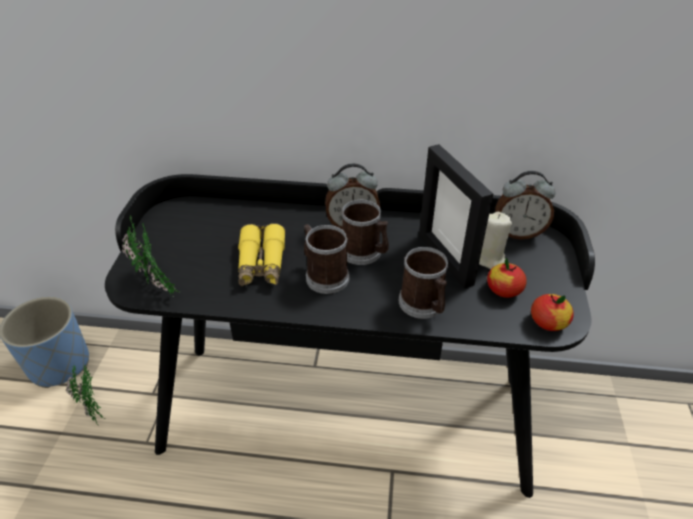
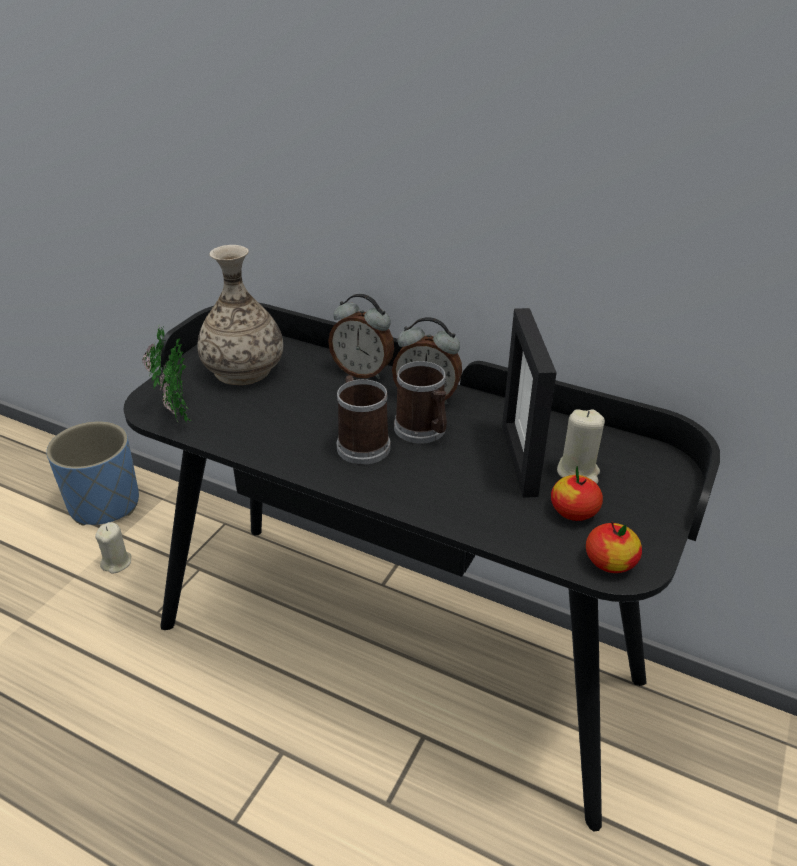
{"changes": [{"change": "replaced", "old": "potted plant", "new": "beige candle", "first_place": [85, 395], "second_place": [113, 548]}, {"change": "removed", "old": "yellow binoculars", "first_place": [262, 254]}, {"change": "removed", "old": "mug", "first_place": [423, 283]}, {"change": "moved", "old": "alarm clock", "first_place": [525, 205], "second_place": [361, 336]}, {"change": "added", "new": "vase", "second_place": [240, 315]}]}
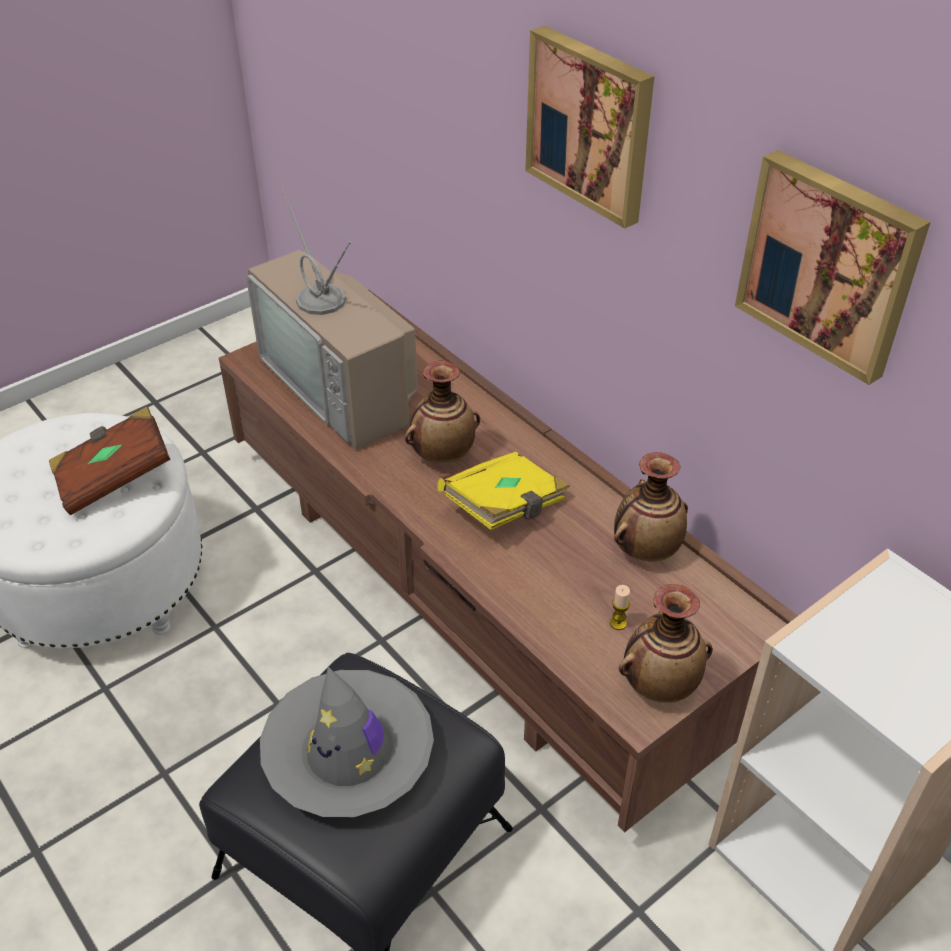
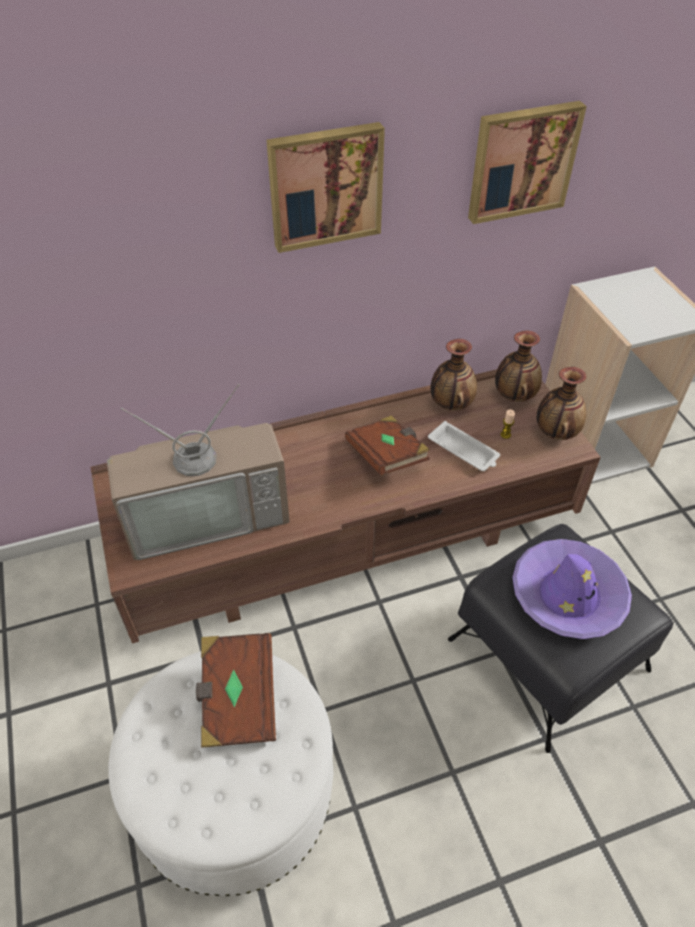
{"changes": [{"change": "recoloured", "old": "grey hat", "new": "purple hat", "first_place": [347, 742], "second_place": [572, 589]}, {"change": "moved", "old": "vase", "first_place": [442, 412], "second_place": [518, 366]}, {"change": "recoloured", "old": "yellow book", "new": "brown book", "first_place": [503, 491], "second_place": [387, 446]}, {"change": "added", "new": "white tray", "second_place": [464, 446]}]}
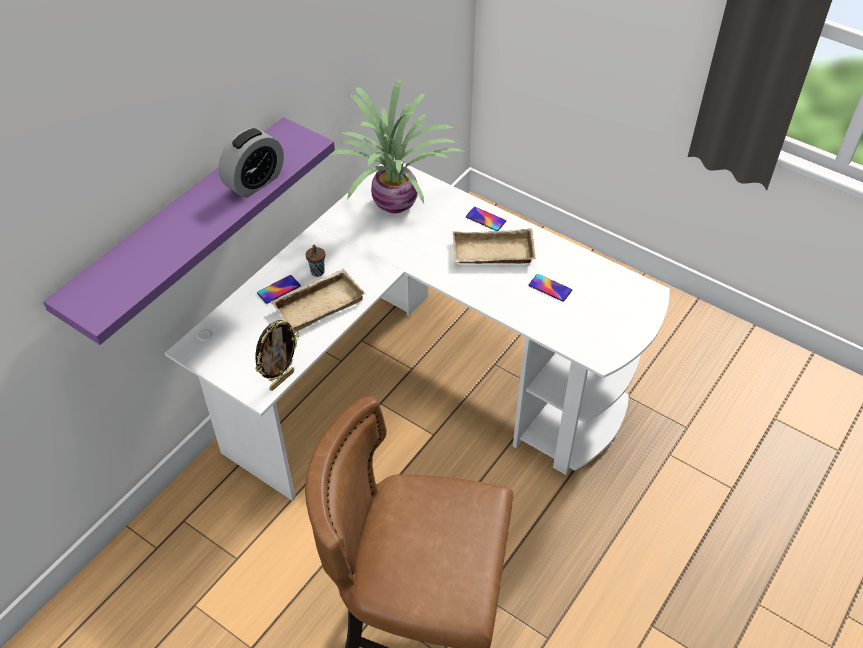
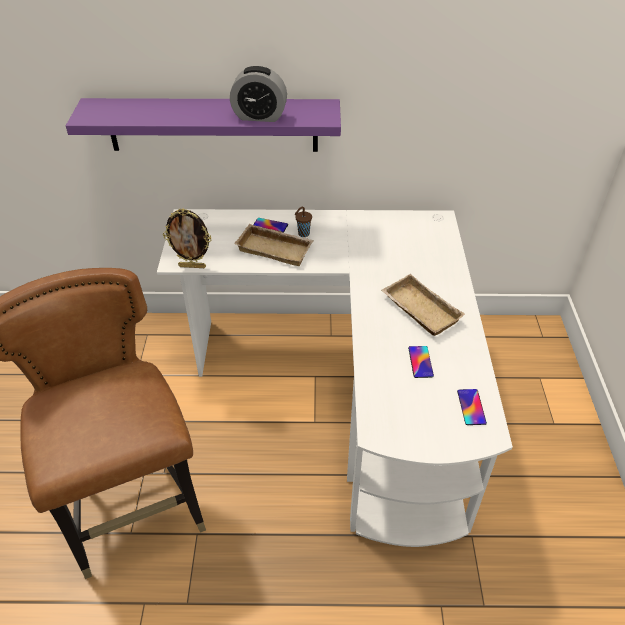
{"changes": [{"change": "removed", "old": "potted plant", "first_place": [397, 146]}, {"change": "moved", "old": "phone", "first_place": [486, 219], "second_place": [472, 407]}]}
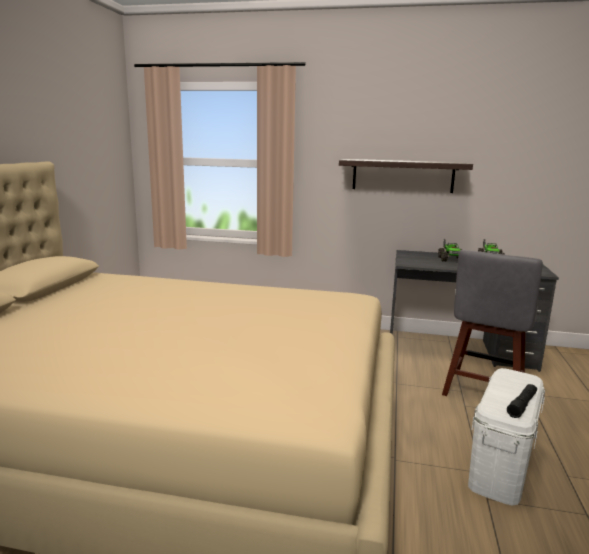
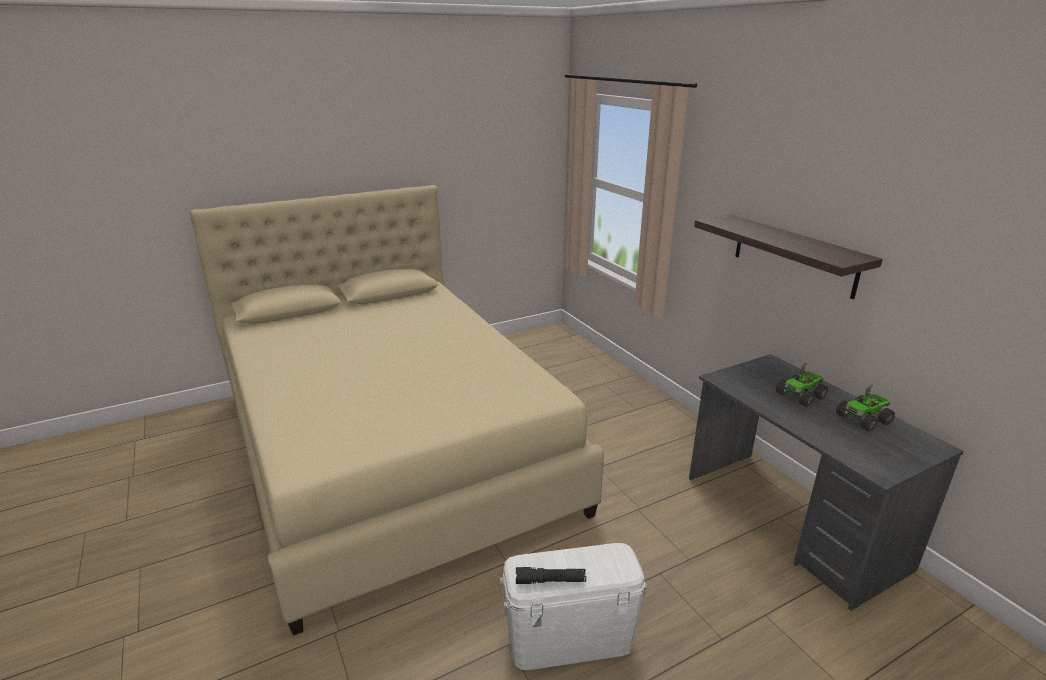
{"changes": [{"change": "removed", "old": "grey chair", "first_place": [492, 323]}]}
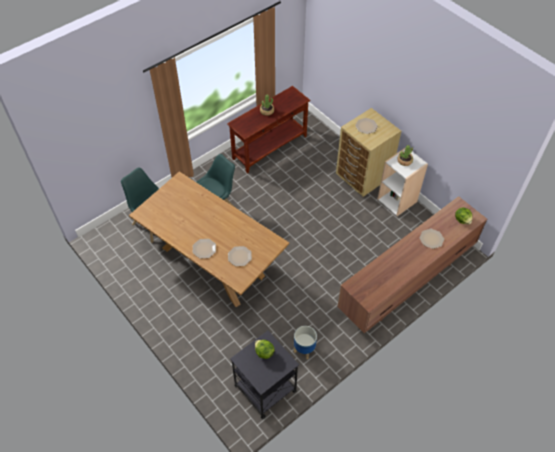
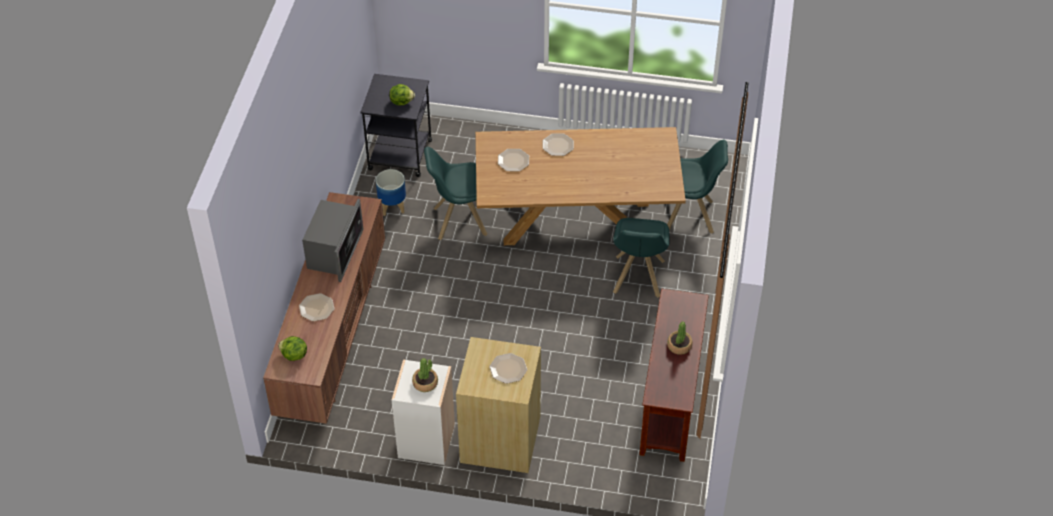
{"changes": [{"change": "added", "new": "microwave", "second_place": [333, 240]}, {"change": "added", "new": "turquoise chair", "second_place": [455, 193]}]}
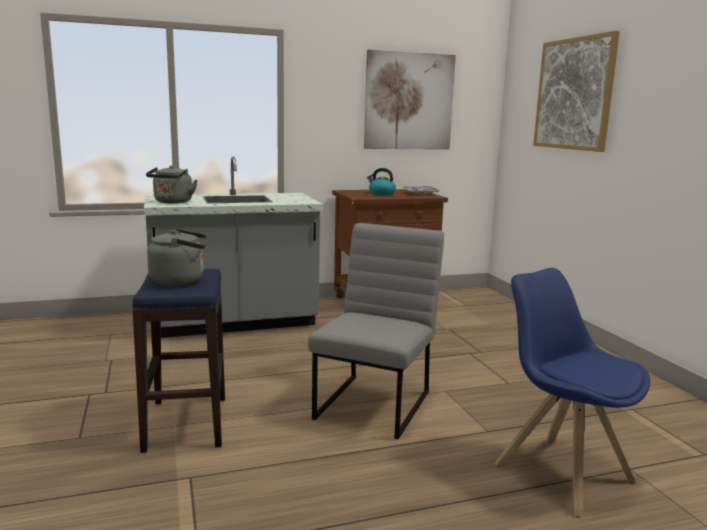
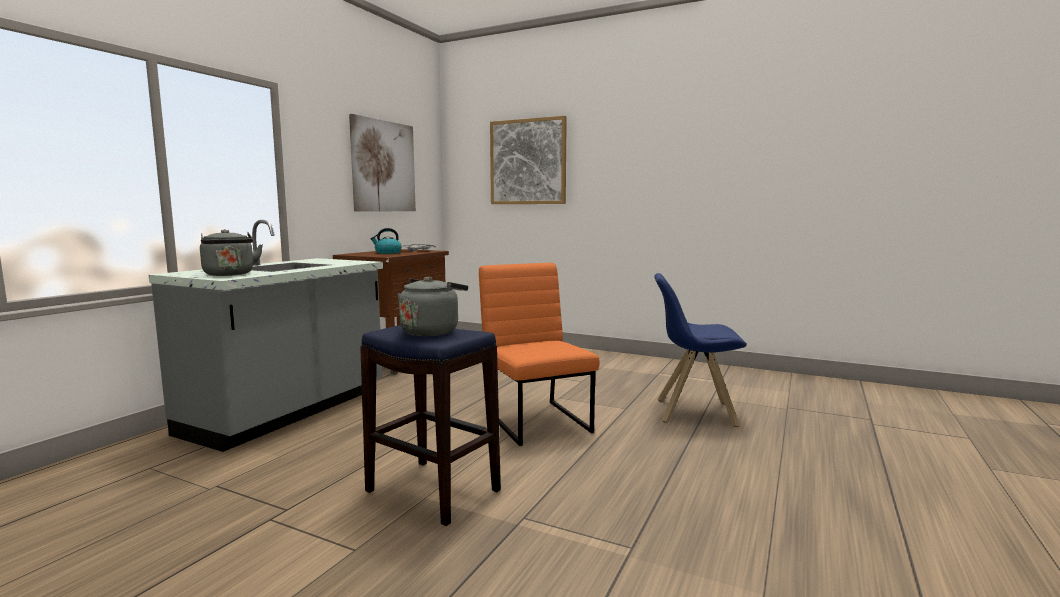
{"changes": [{"change": "recoloured", "old": "grey chair", "new": "orange chair", "first_place": [376, 331], "second_place": [539, 354]}]}
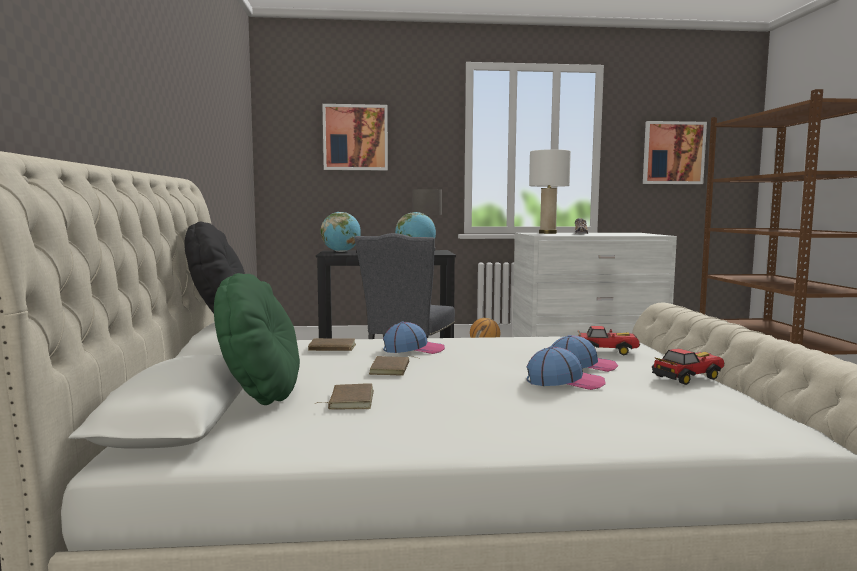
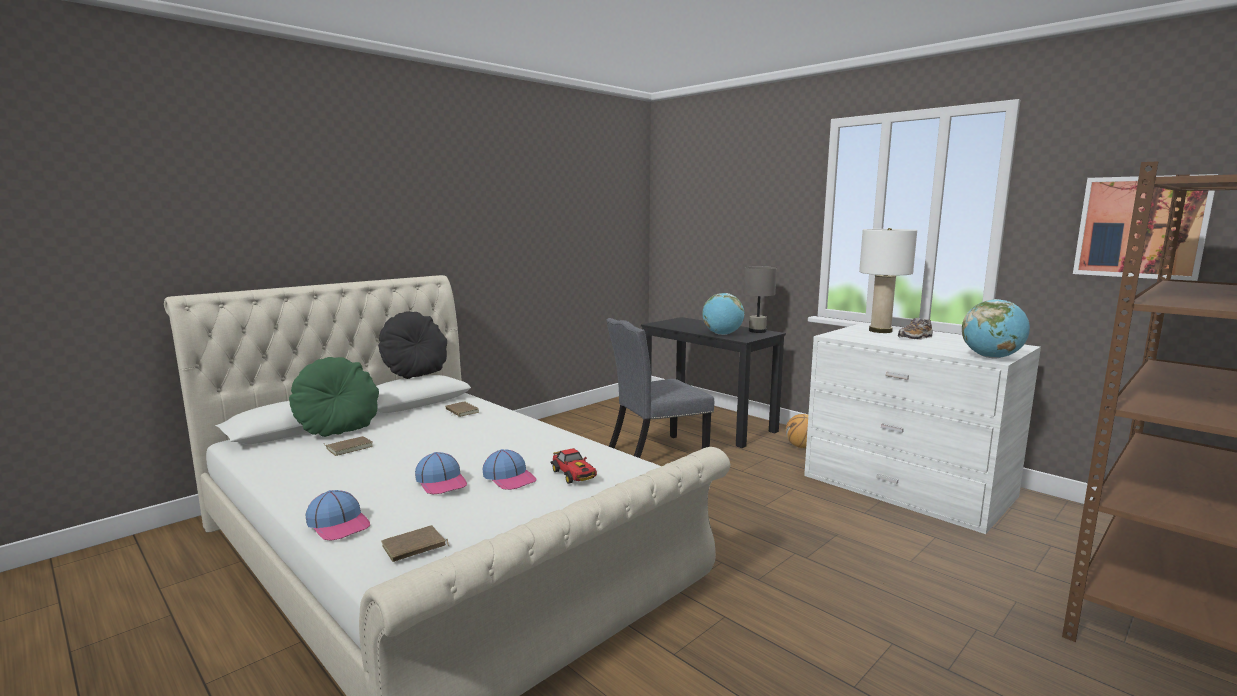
{"changes": [{"change": "moved", "old": "globe", "first_place": [341, 232], "second_place": [996, 329]}, {"change": "removed", "old": "picture", "first_place": [355, 137]}, {"change": "moved", "old": "brown book", "first_place": [394, 366], "second_place": [415, 543]}, {"change": "moved", "old": "cap", "first_place": [414, 338], "second_place": [337, 515]}, {"change": "removed", "old": "toy car", "first_place": [688, 366]}]}
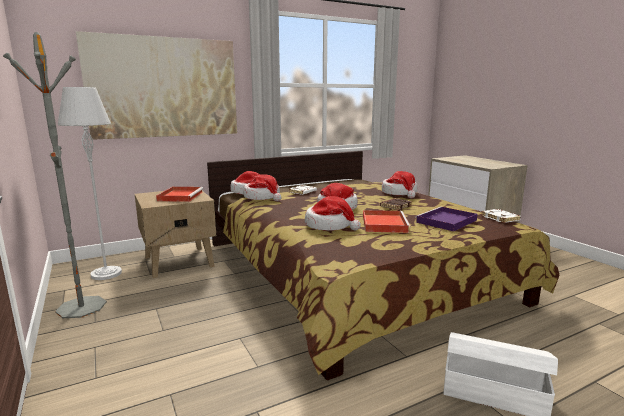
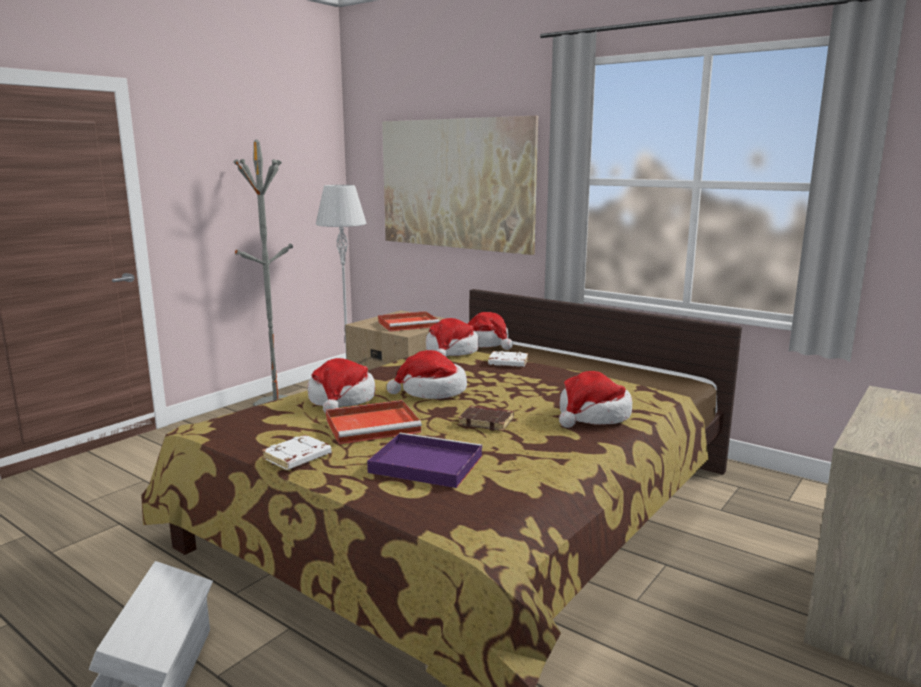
{"changes": [{"change": "moved", "old": "white book", "first_place": [501, 216], "second_place": [297, 452]}]}
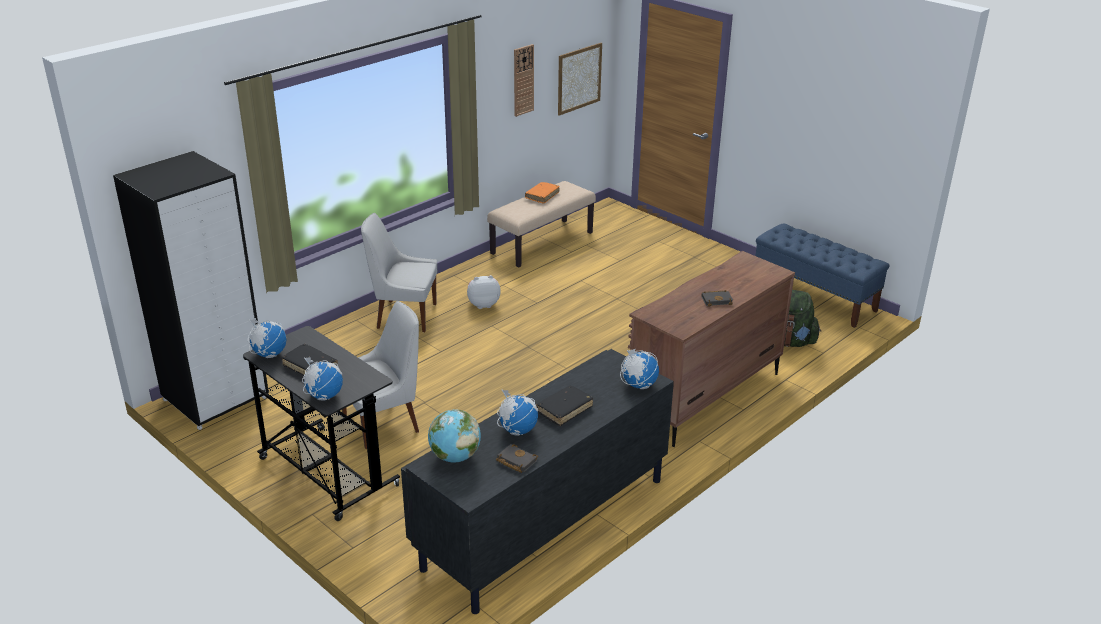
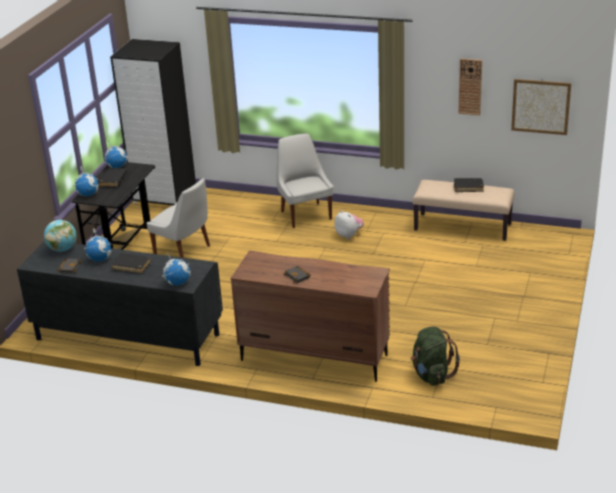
{"changes": [{"change": "recoloured", "old": "orange book", "new": "black book", "first_place": [542, 192], "second_place": [469, 185]}, {"change": "removed", "old": "blue bench", "first_place": [822, 275]}]}
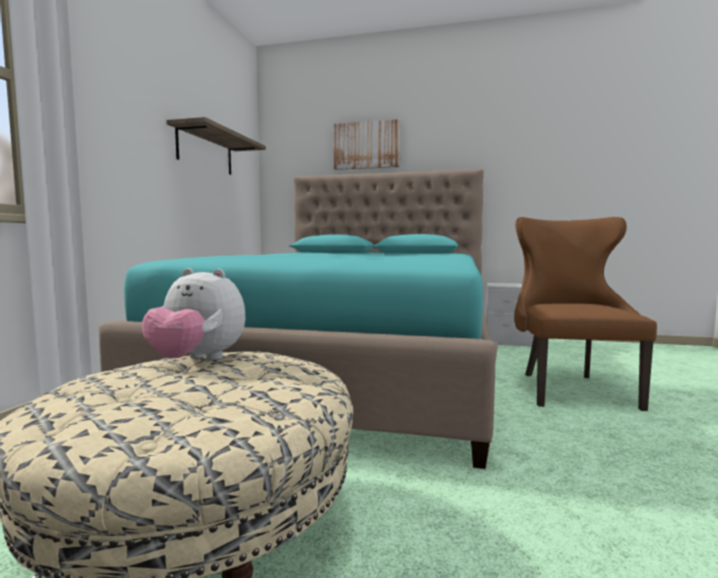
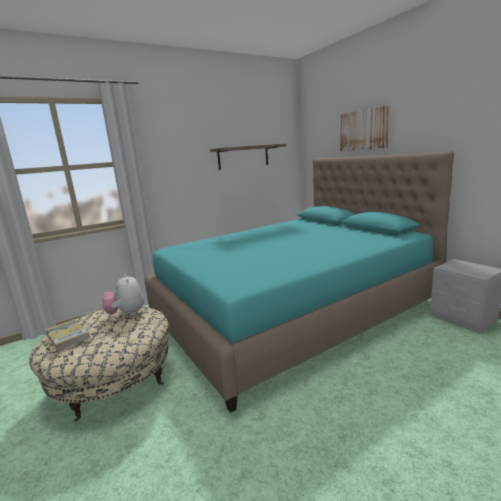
{"changes": [{"change": "removed", "old": "brown chair", "first_place": [585, 314]}, {"change": "added", "new": "book", "second_place": [67, 335]}]}
